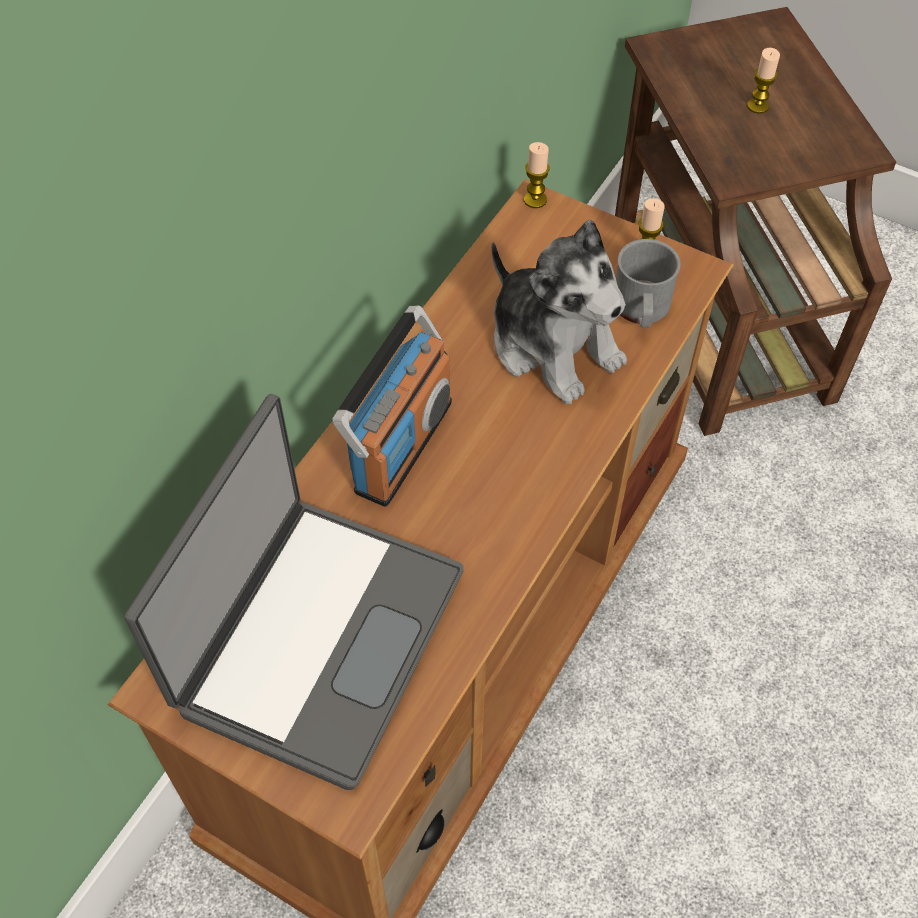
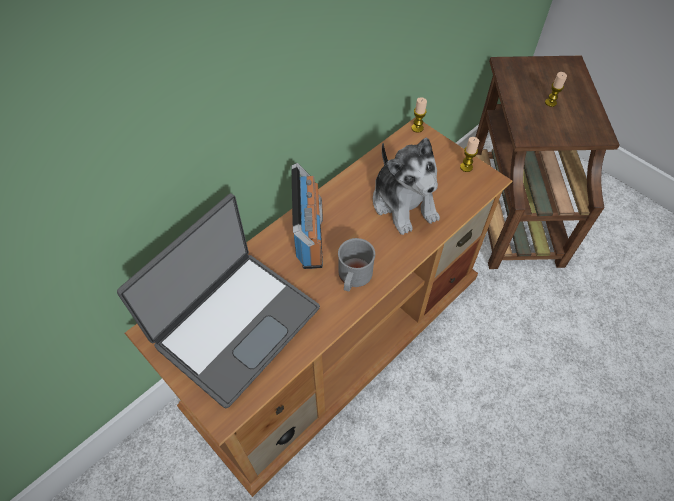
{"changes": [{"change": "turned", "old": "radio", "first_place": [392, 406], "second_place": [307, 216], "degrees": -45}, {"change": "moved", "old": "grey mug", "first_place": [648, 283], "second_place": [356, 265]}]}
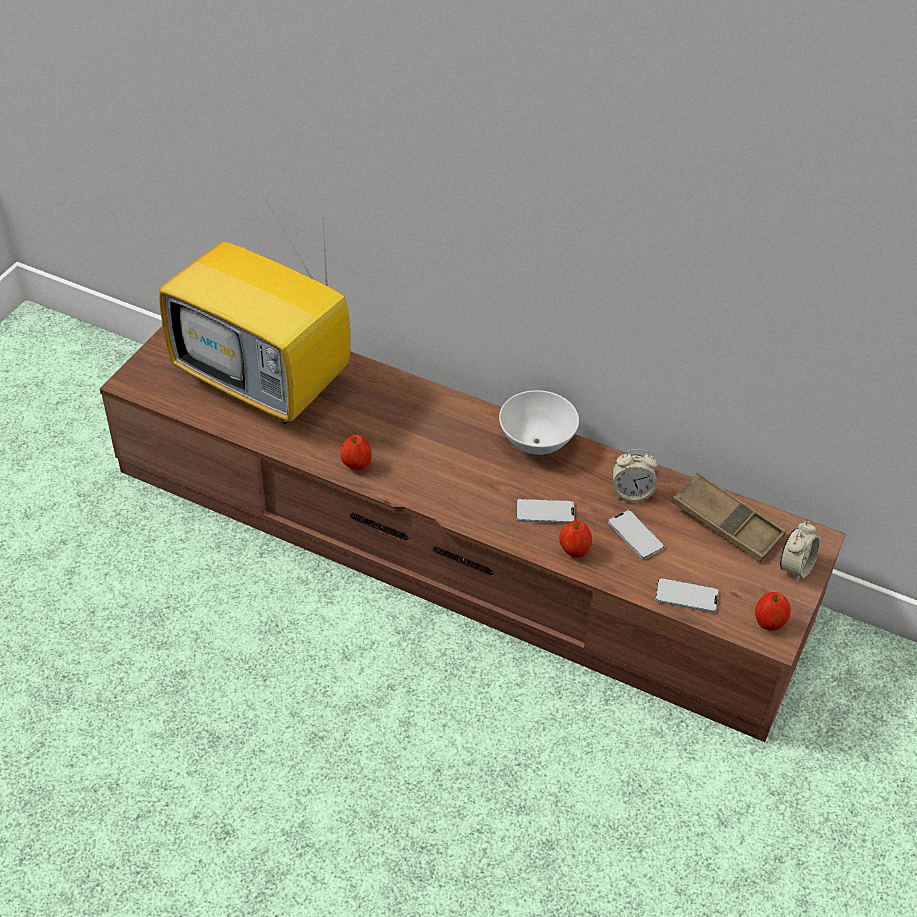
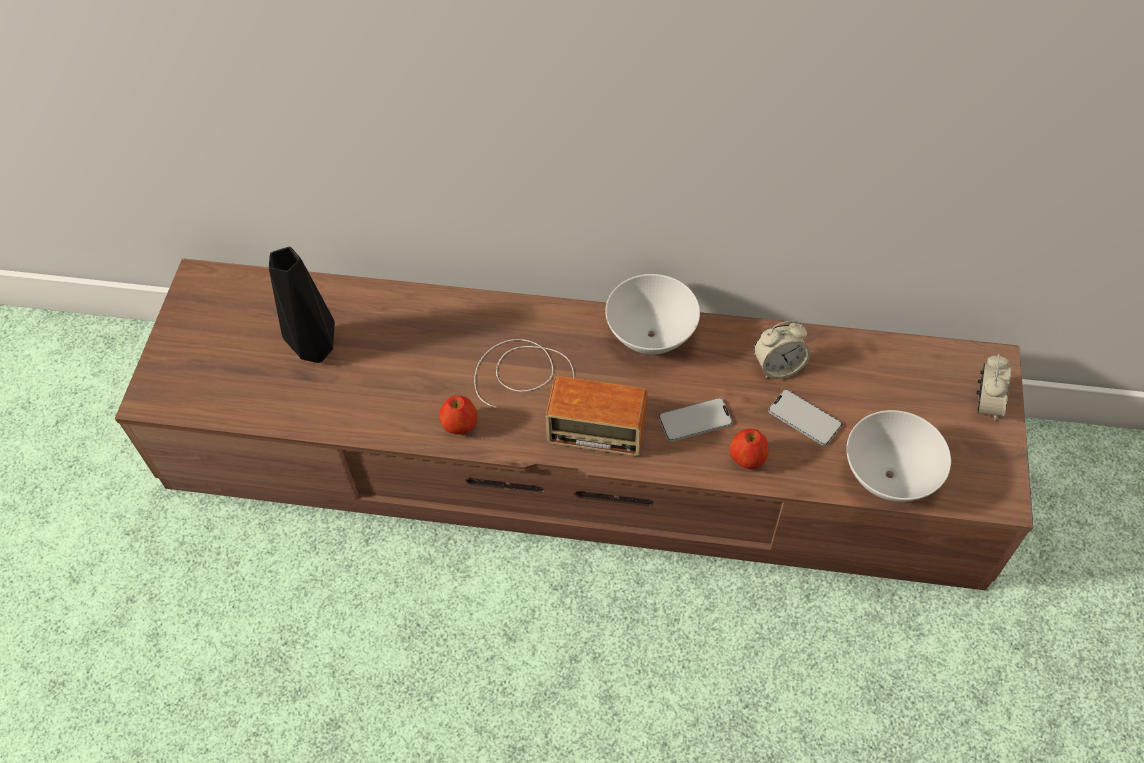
{"changes": [{"change": "replaced", "old": "television", "new": "black vase", "first_place": [255, 309], "second_place": [302, 305]}, {"change": "replaced", "old": "phone", "new": "white bowl", "first_place": [687, 595], "second_place": [898, 456]}, {"change": "removed", "old": "brown tray", "first_place": [729, 517]}, {"change": "removed", "old": "apple", "first_place": [773, 611]}, {"change": "added", "new": "radio", "second_place": [560, 397]}]}
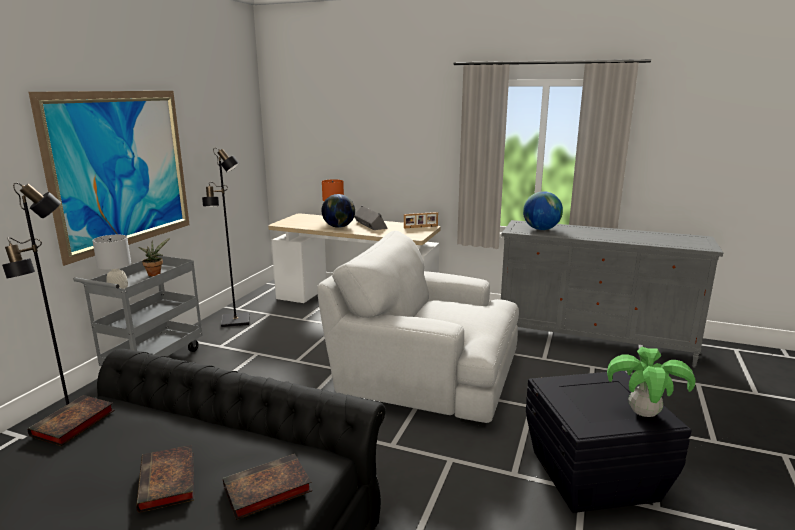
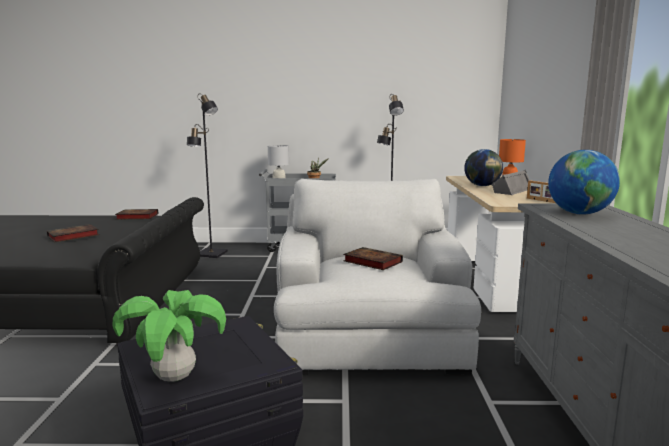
{"changes": [{"change": "removed", "old": "picture", "first_place": [109, 178]}, {"change": "moved", "old": "book", "first_place": [267, 487], "second_place": [373, 258]}]}
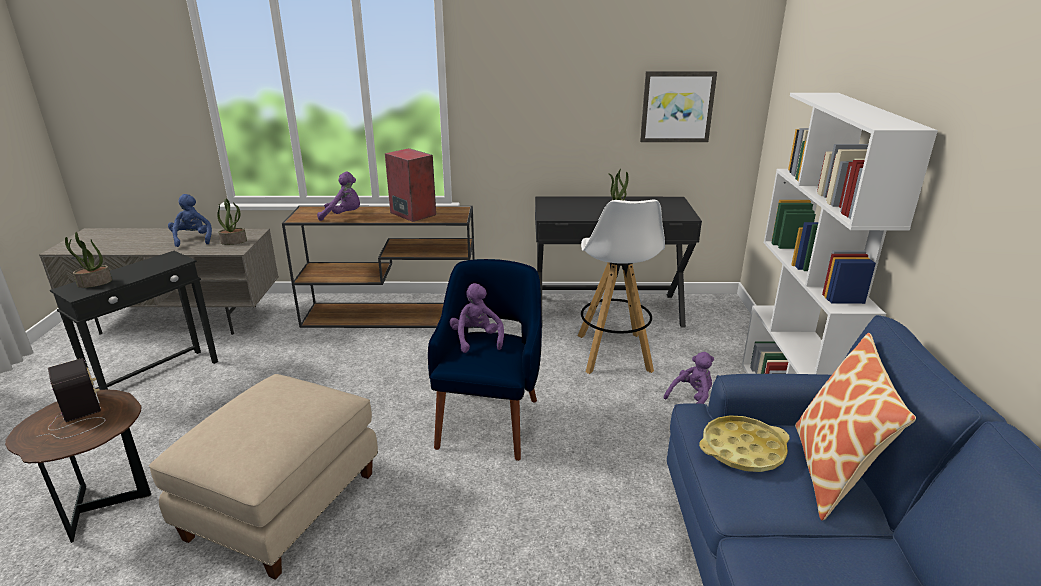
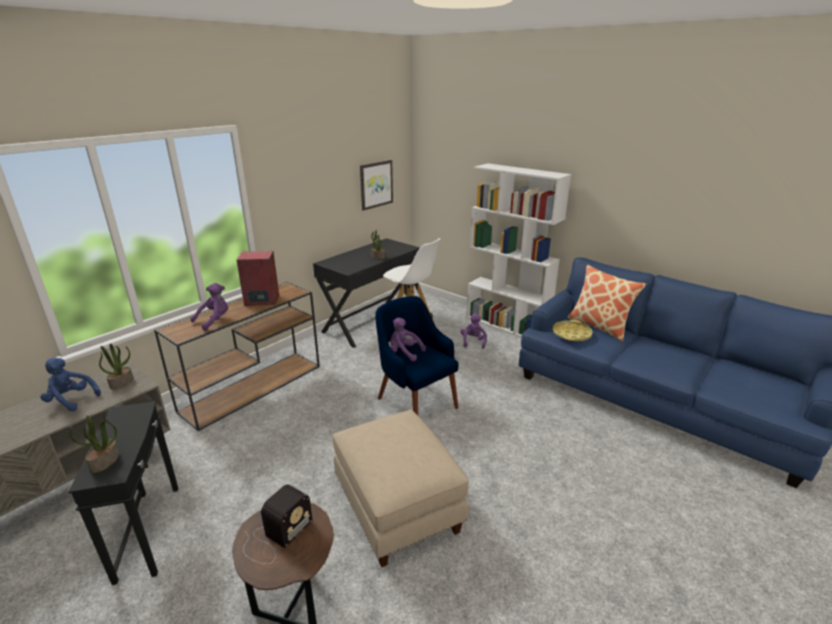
{"changes": [{"change": "turned", "old": "radio", "first_place": [71, 398], "second_place": [278, 524], "degrees": 120}]}
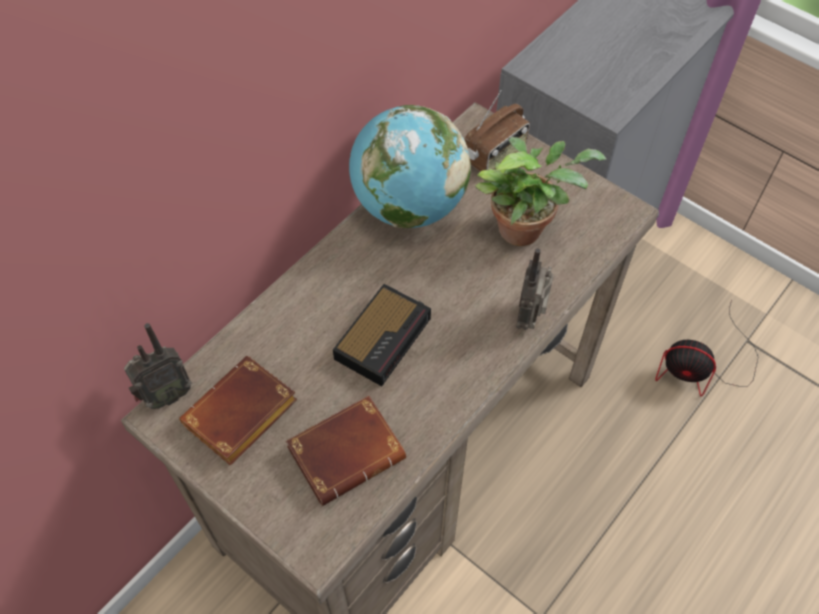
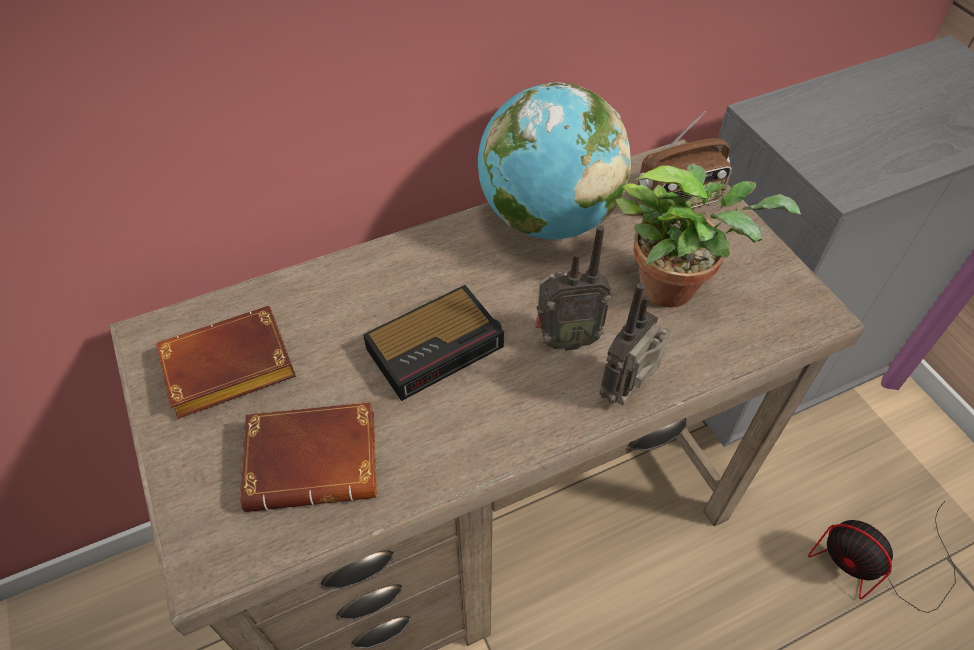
{"changes": [{"change": "moved", "old": "radio", "first_place": [158, 366], "second_place": [573, 288]}]}
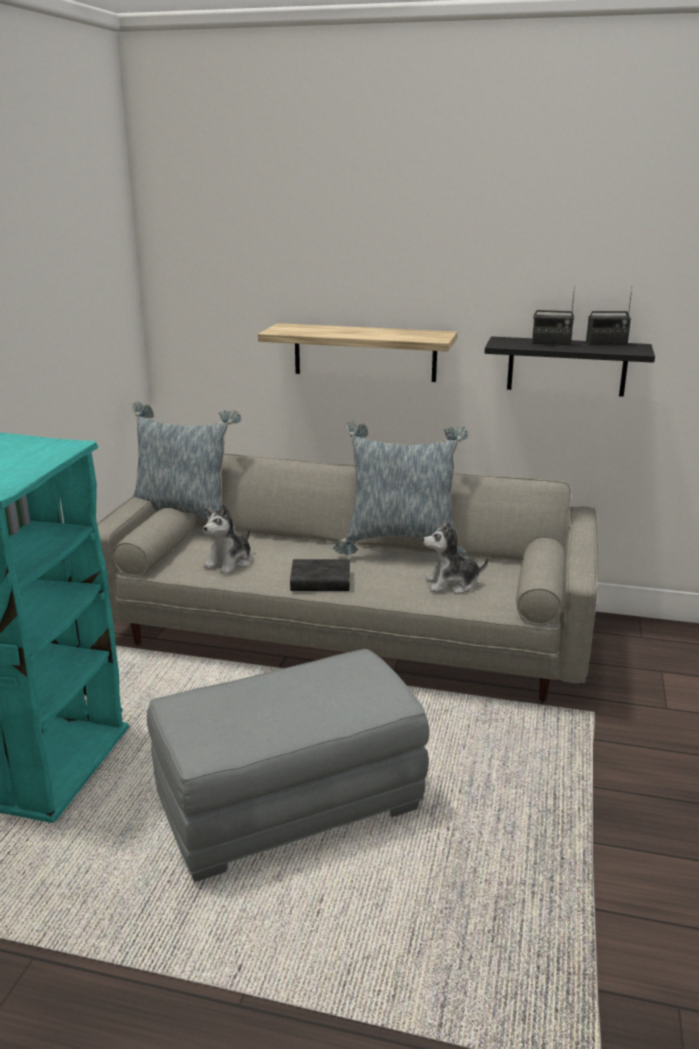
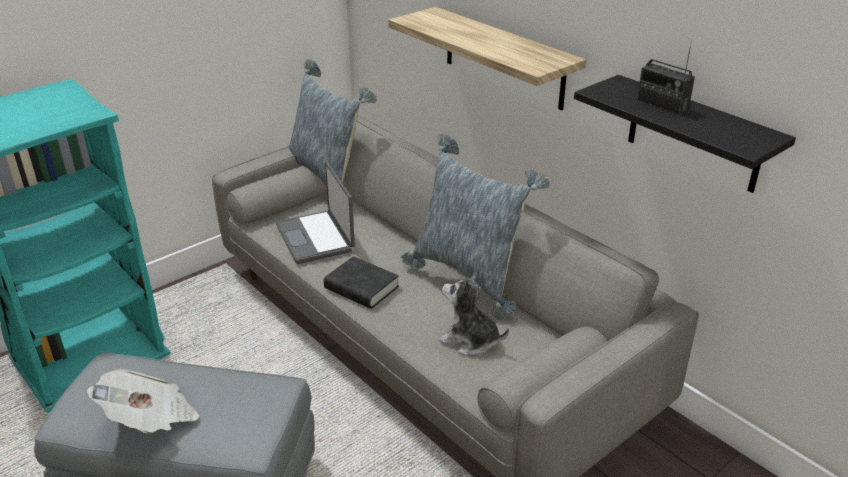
{"changes": [{"change": "replaced", "old": "plush toy", "new": "laptop", "first_place": [227, 539], "second_place": [315, 213]}, {"change": "removed", "old": "radio", "first_place": [609, 317]}, {"change": "added", "new": "newspaper", "second_place": [143, 401]}]}
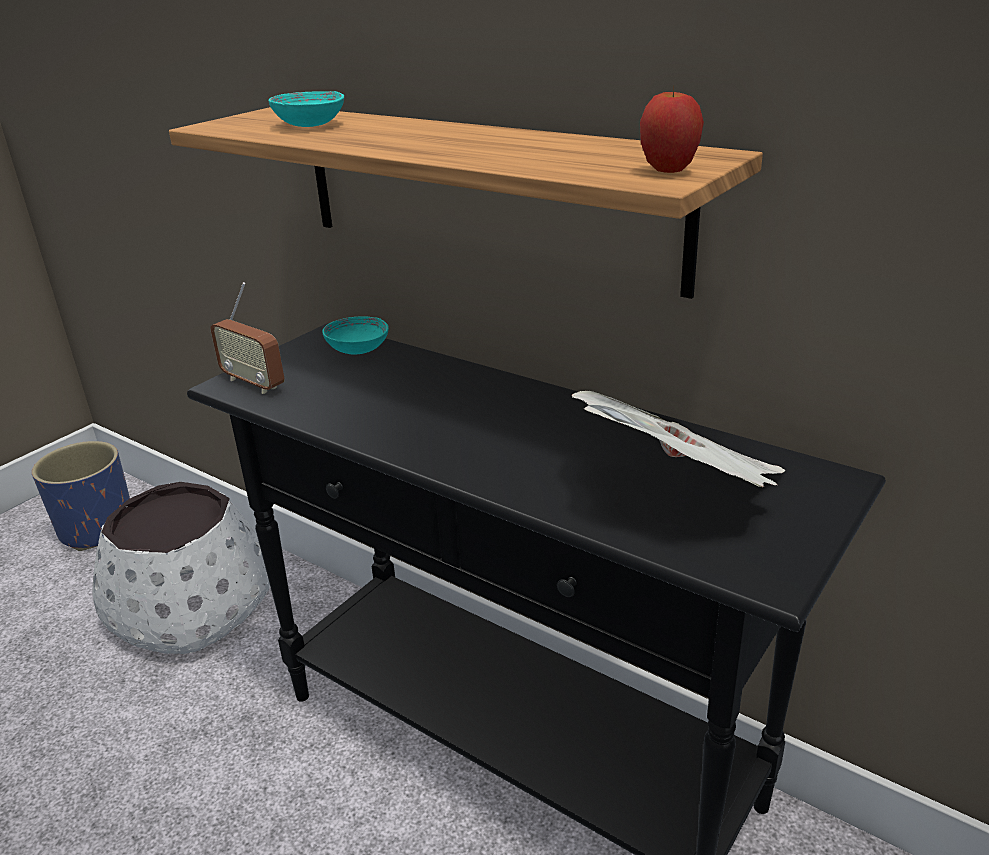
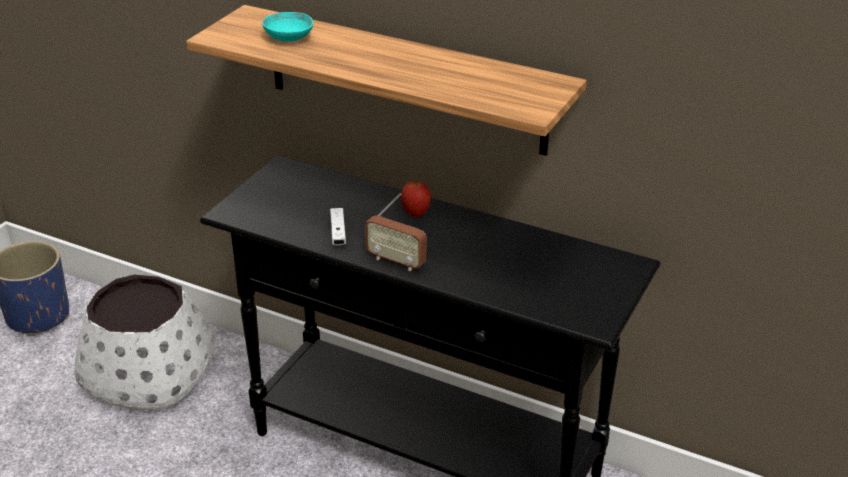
{"changes": [{"change": "moved", "old": "radio", "first_place": [247, 338], "second_place": [395, 232]}, {"change": "removed", "old": "turquoise bowl", "first_place": [355, 335]}, {"change": "removed", "old": "newspaper", "first_place": [678, 439]}, {"change": "moved", "old": "apple", "first_place": [672, 129], "second_place": [416, 199]}, {"change": "added", "new": "white game controller", "second_place": [338, 226]}]}
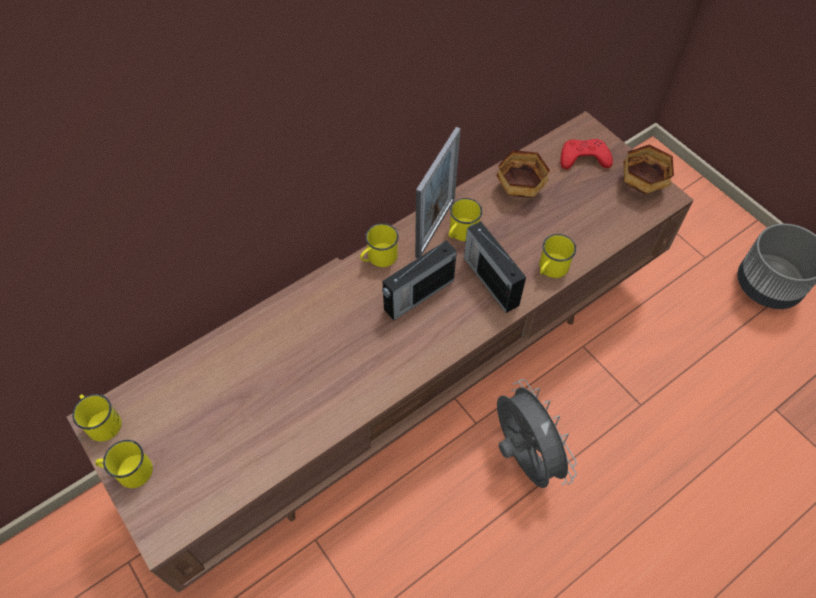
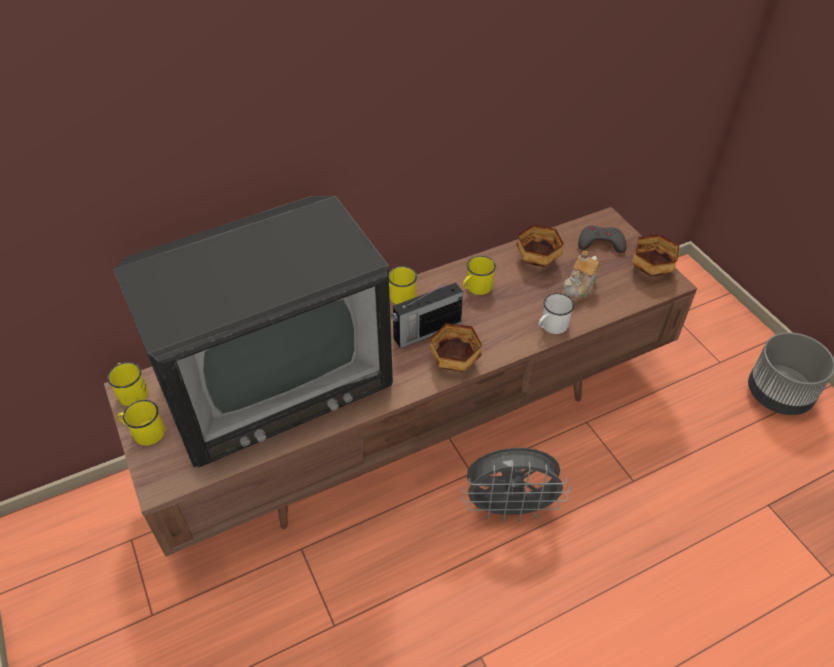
{"changes": [{"change": "removed", "old": "picture frame", "first_place": [438, 192]}, {"change": "removed", "old": "radio", "first_place": [495, 267]}, {"change": "turned", "old": "grey fan", "first_place": [537, 433], "second_place": [516, 485], "degrees": 105}, {"change": "recoloured", "old": "yellow mug", "new": "white mug", "first_place": [557, 256], "second_place": [556, 313]}, {"change": "recoloured", "old": "red game controller", "new": "grey game controller", "first_place": [586, 154], "second_place": [602, 239]}, {"change": "added", "new": "television", "second_place": [253, 332]}, {"change": "added", "new": "bowl", "second_place": [455, 347]}, {"change": "added", "new": "teapot", "second_place": [580, 276]}]}
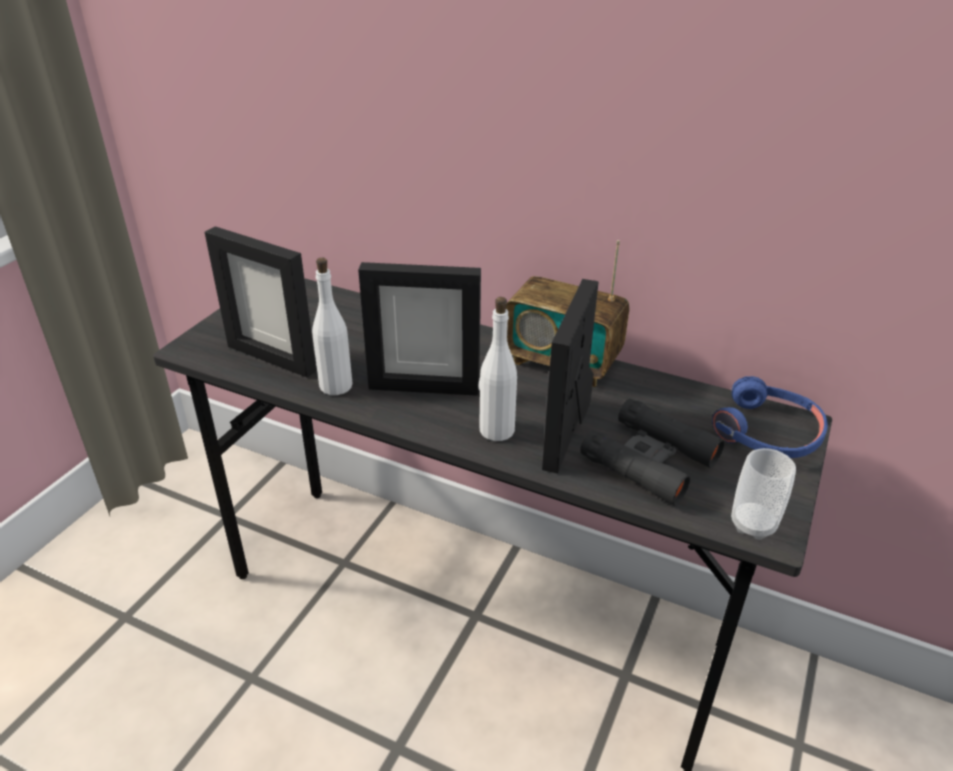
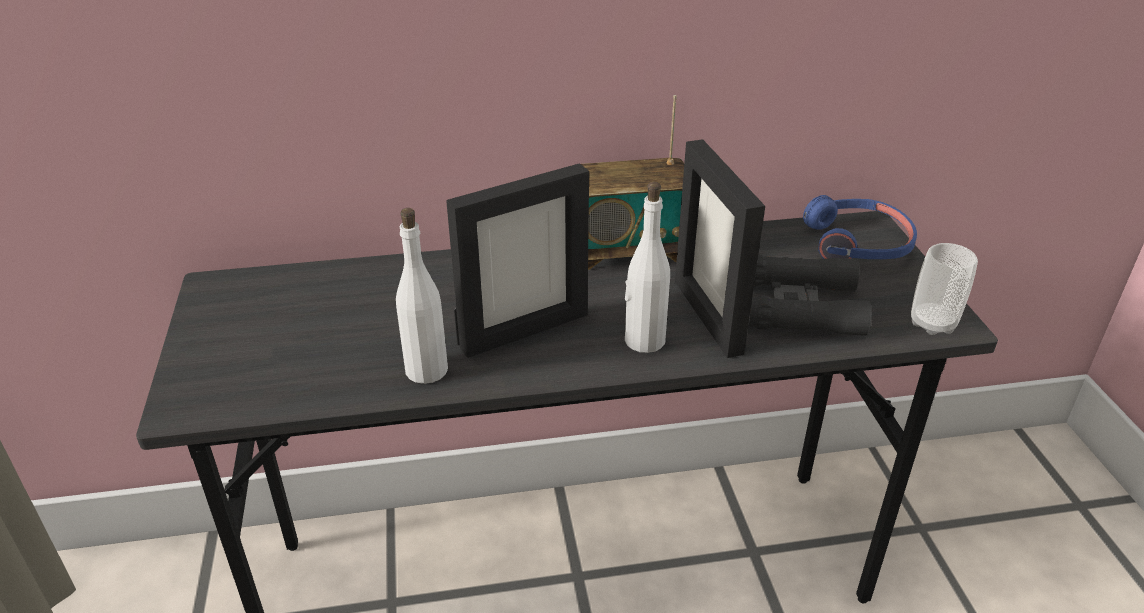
{"changes": [{"change": "removed", "old": "picture frame", "first_place": [260, 302]}]}
